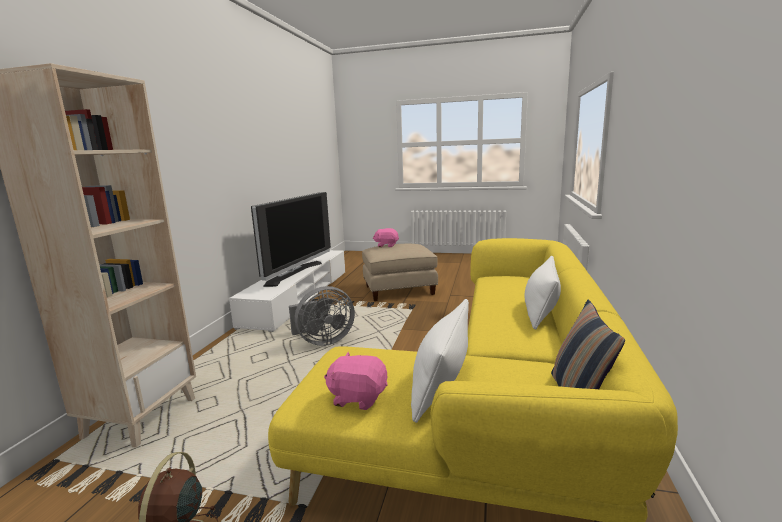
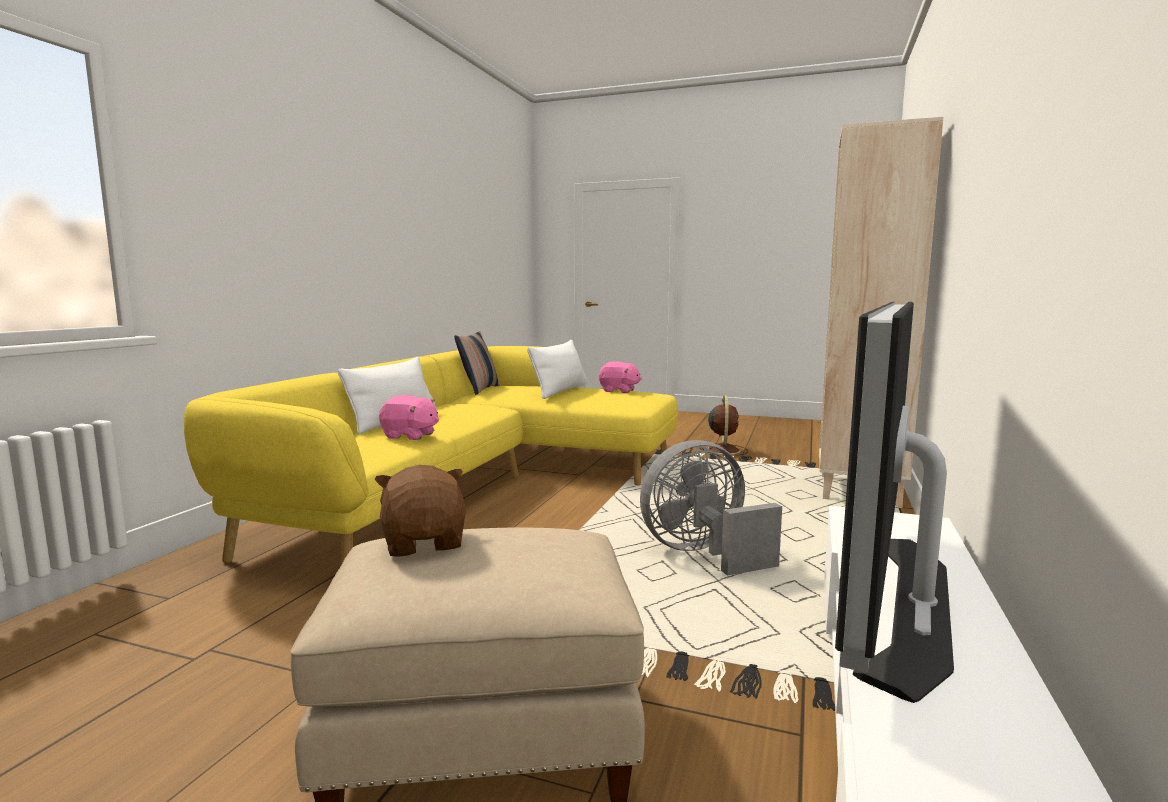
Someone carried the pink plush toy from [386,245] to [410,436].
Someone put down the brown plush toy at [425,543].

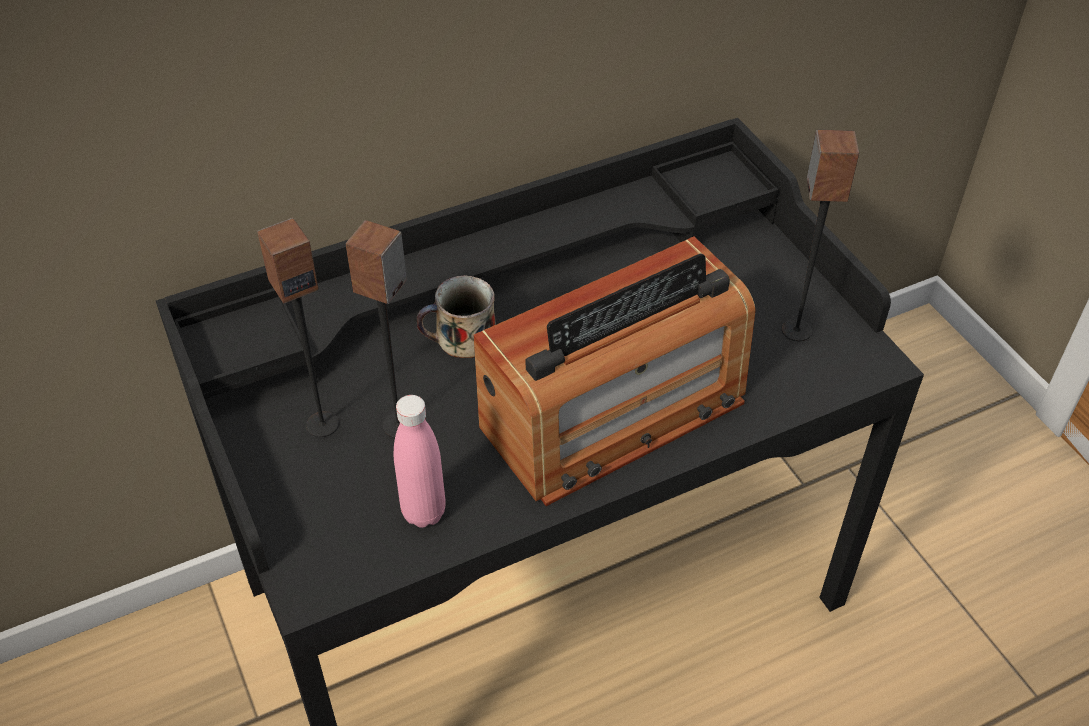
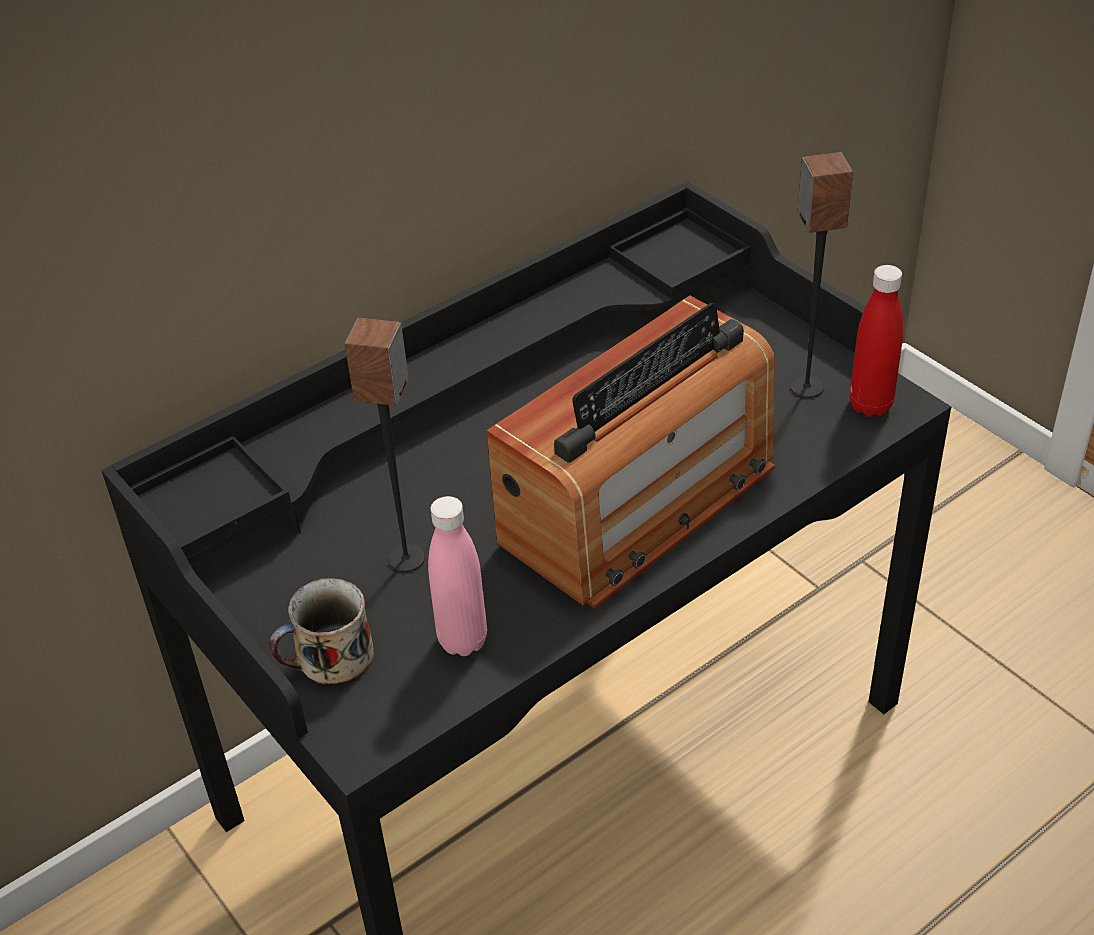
Someone took away the speaker at [322,424].
Someone carried the mug from [462,338] to [331,658].
Someone put down the red bottle at [870,405].

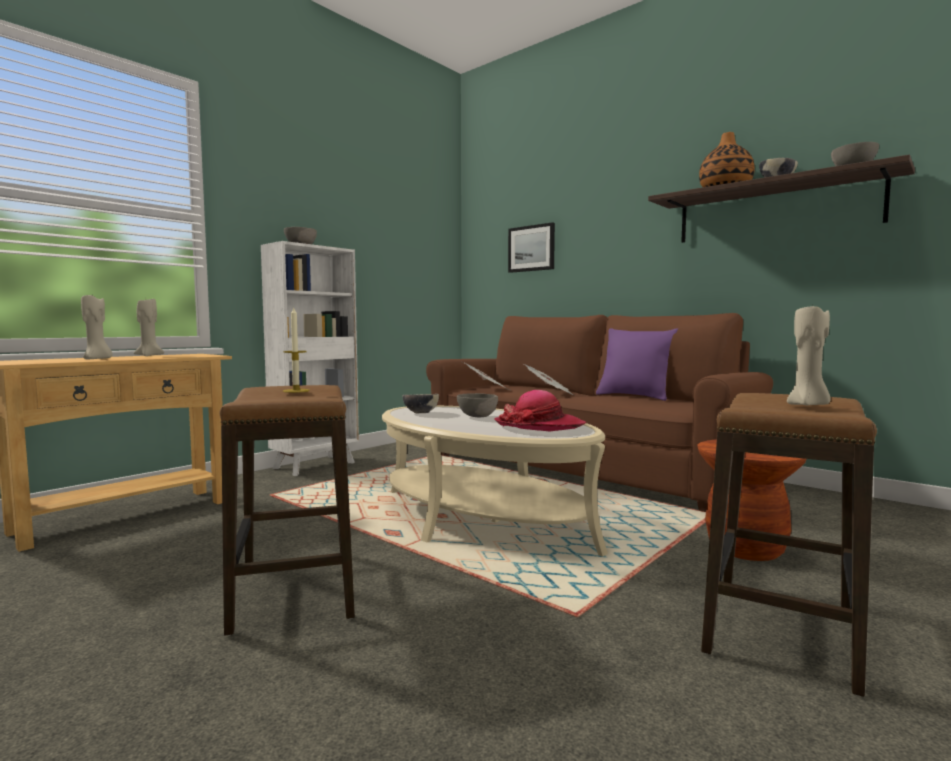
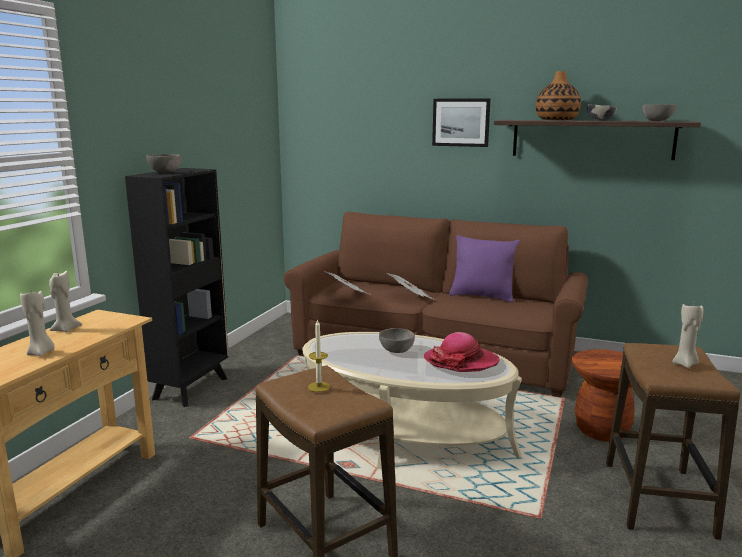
Someone repainted the white bookcase at [316,465], which became the black bookcase at [192,388].
Someone took away the bowl at [420,413].
Someone carried the picture from [531,248] to [461,122].

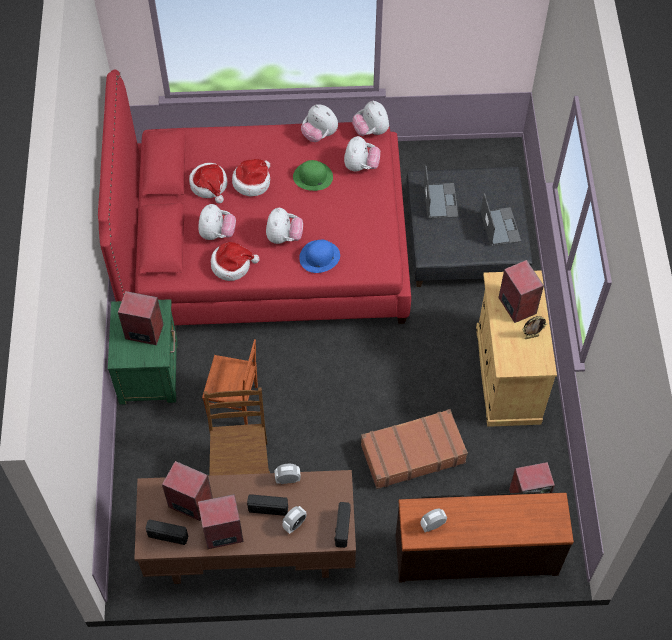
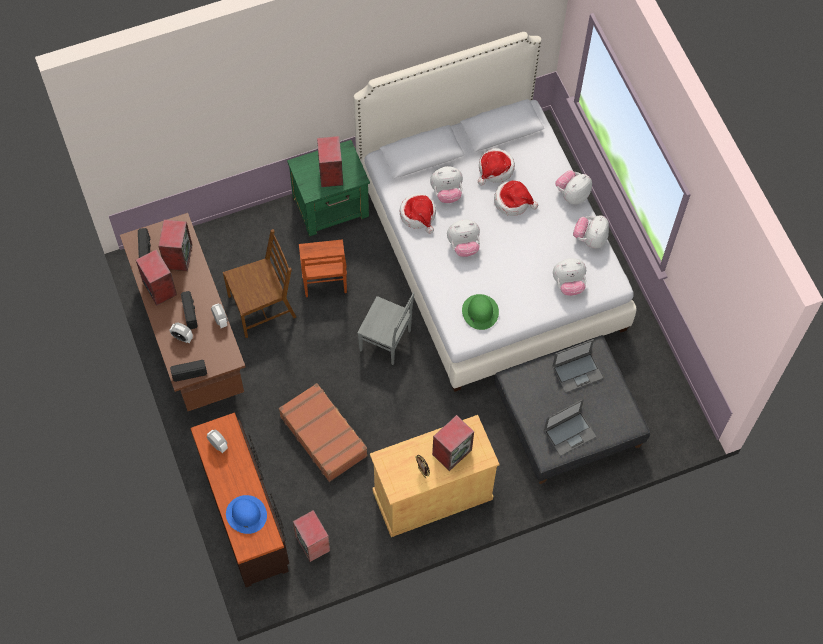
Someone repainted the red bed at [264,248], which became the white bed at [489,251].
Someone carried the green hat from [312,176] to [480,311].
Someone carried the blue hat from [319,257] to [246,514].
Someone carried the plush toy from [371,131] to [572,194].
Someone put down the grey chair at [385,341].

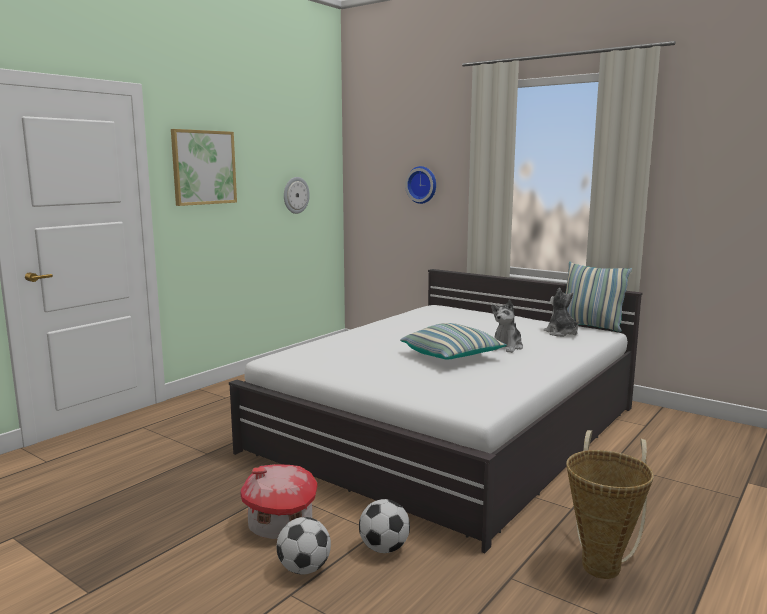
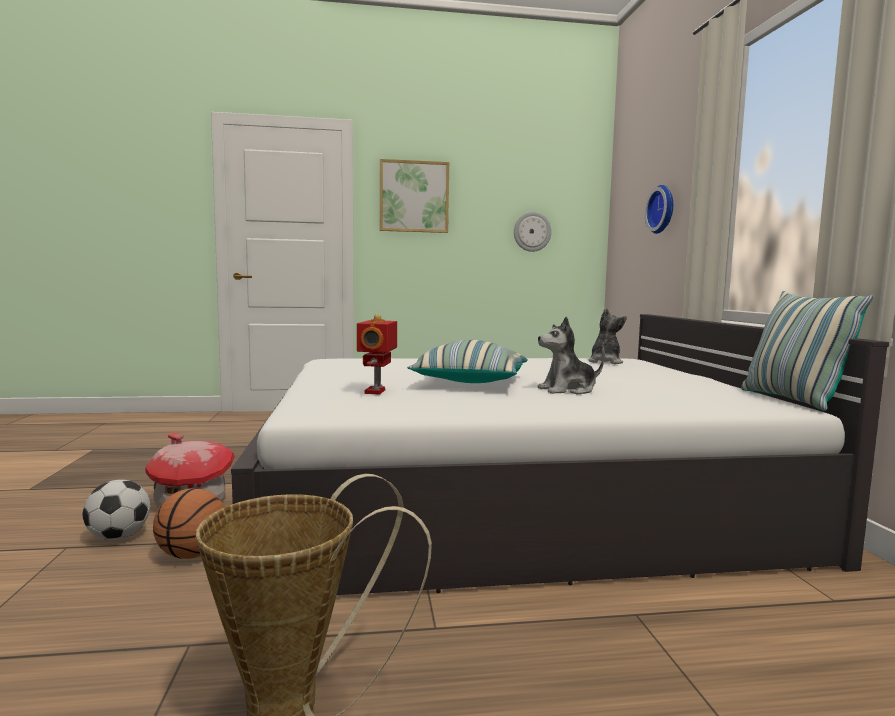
Someone swapped the football at [384,548] for the basketball at [192,554].
Someone carried the plush toy from [561,333] to [605,362].
Someone put down the toy robot at [377,391].

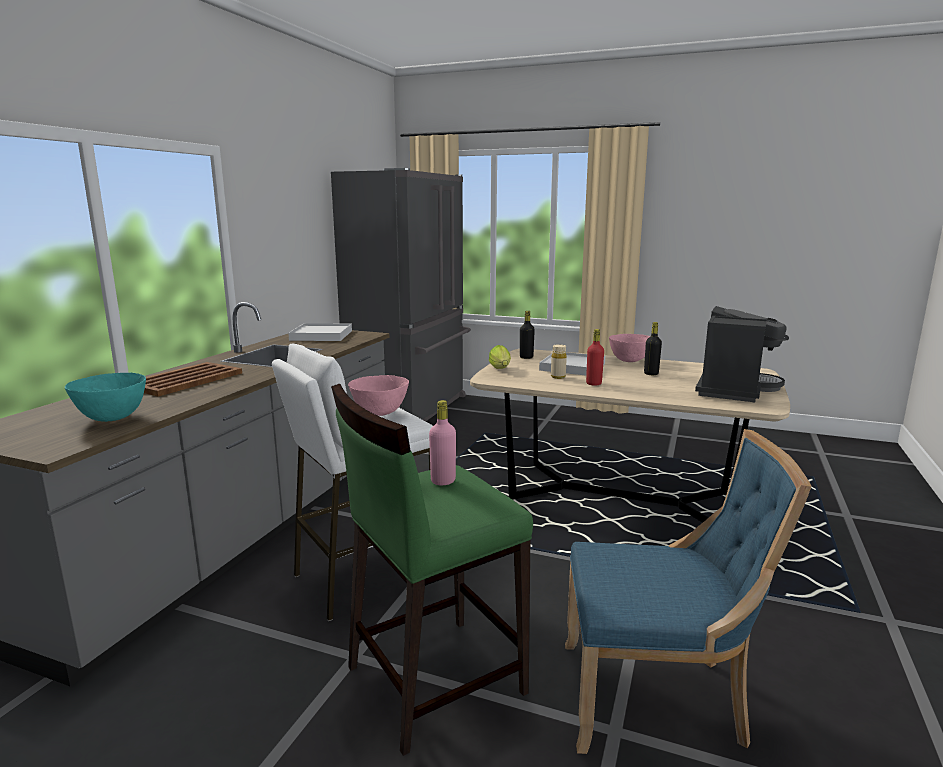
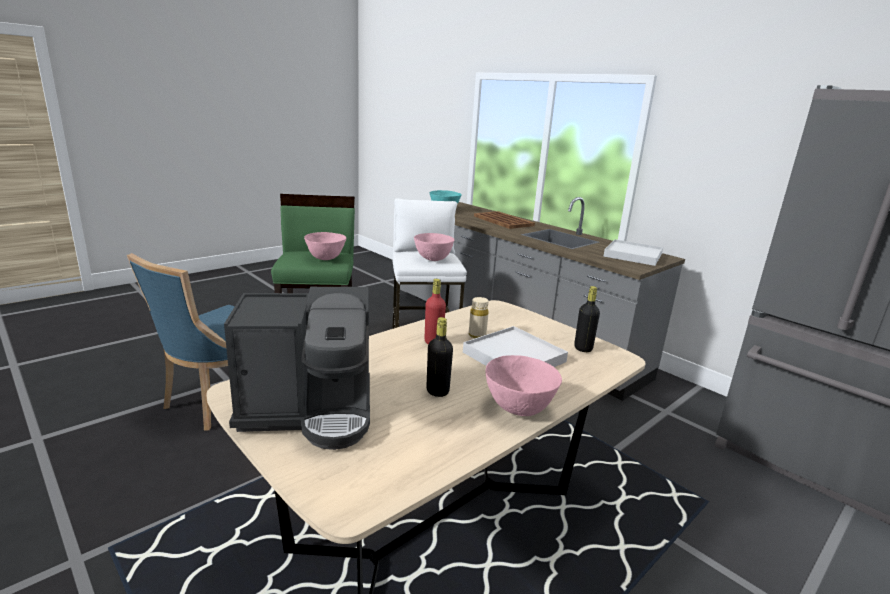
Someone swapped the pink bottle at [443,481] for the pink bowl at [325,258].
Someone took away the lettuce at [501,369].
Someone rotated the coffee machine at [733,389] by 60 degrees counterclockwise.

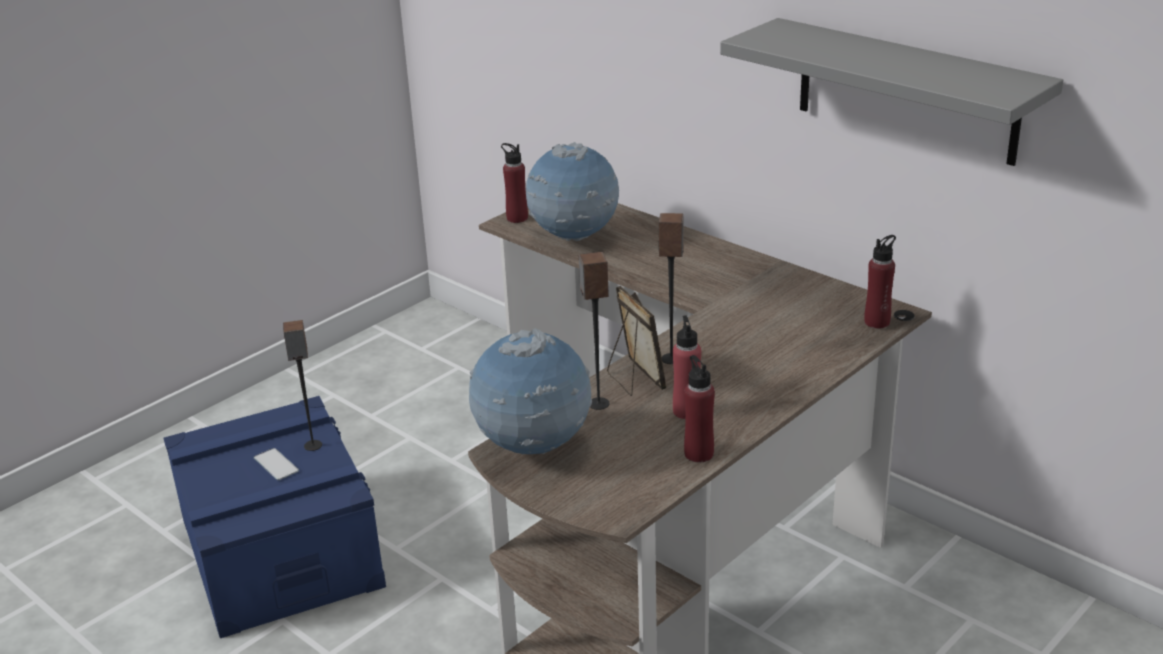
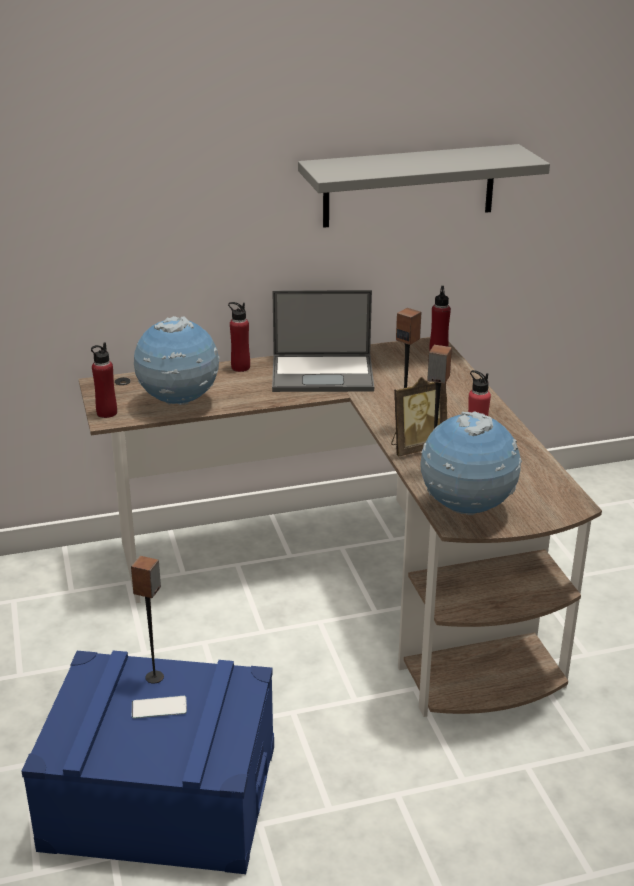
Someone rotated the picture frame at [634,380] by 150 degrees clockwise.
Someone carried the red bottle from [698,453] to [240,367].
Someone put down the laptop at [324,373].

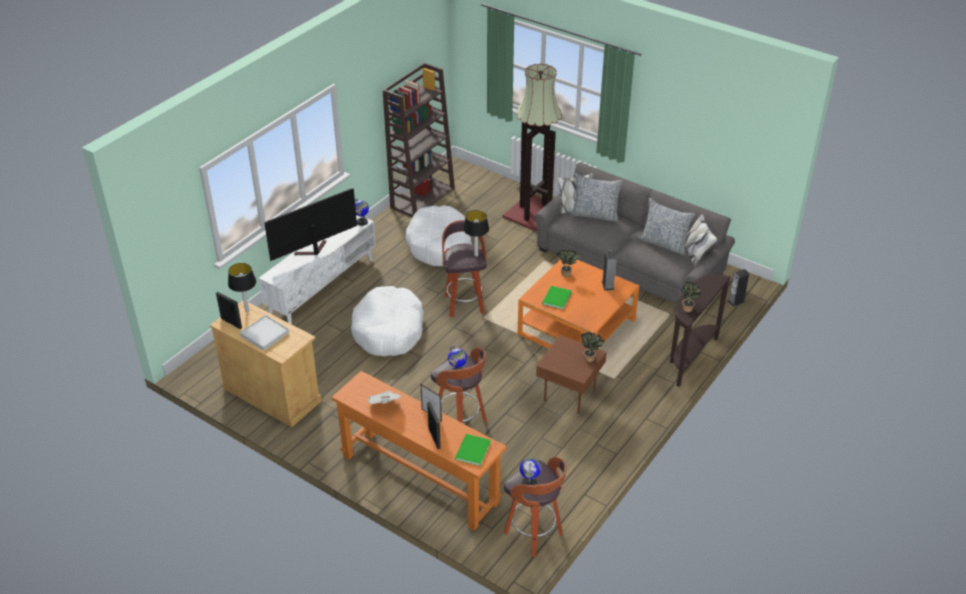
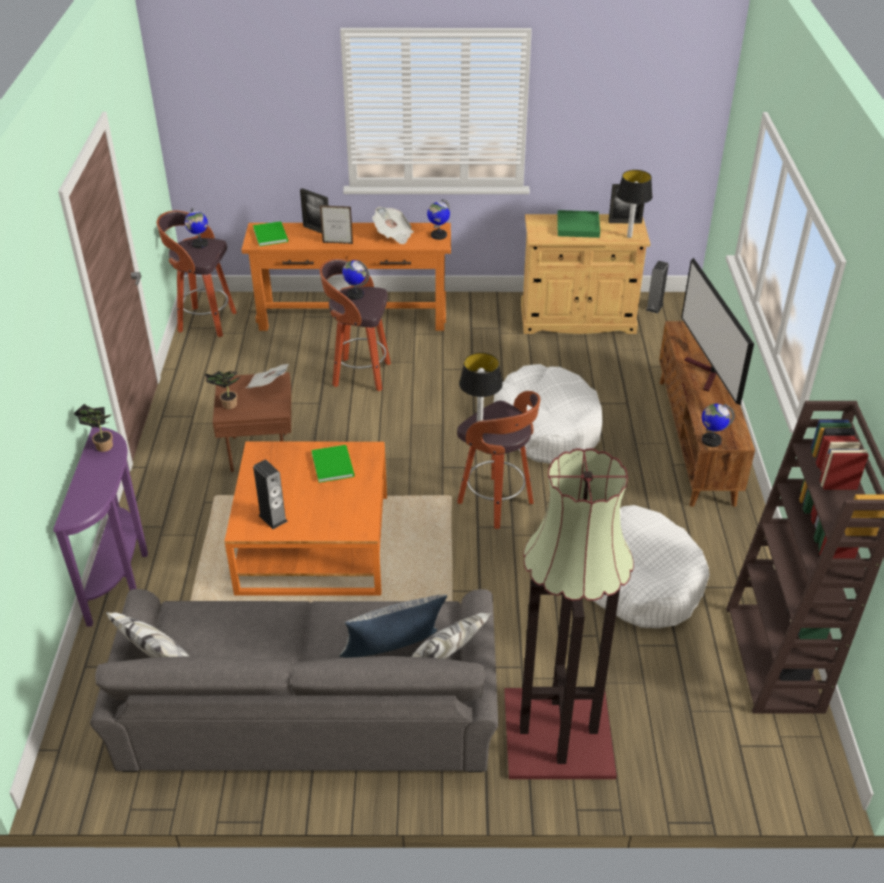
Someone repainted the white tray at [265,334], which became the green tray at [578,226].
Someone repainted the white tv stand at [322,286], which became the brown tv stand at [696,440].
Someone rotated the television at [312,251] by 150 degrees clockwise.
Someone took away the potted plant at [567,273].
Someone took away the pillow at [664,244].
Someone repainted the brown console table at [688,358], which became the purple console table at [122,572].
Someone carried the speaker from [736,301] to [654,307].
Someone put down the newspaper at [268,386].
Someone put down the globe at [438,235].

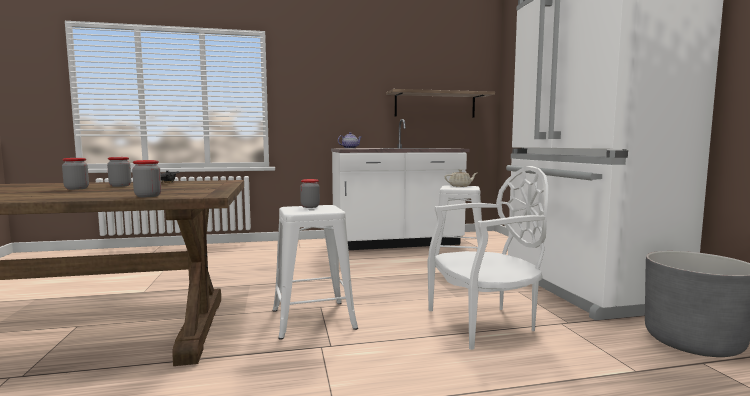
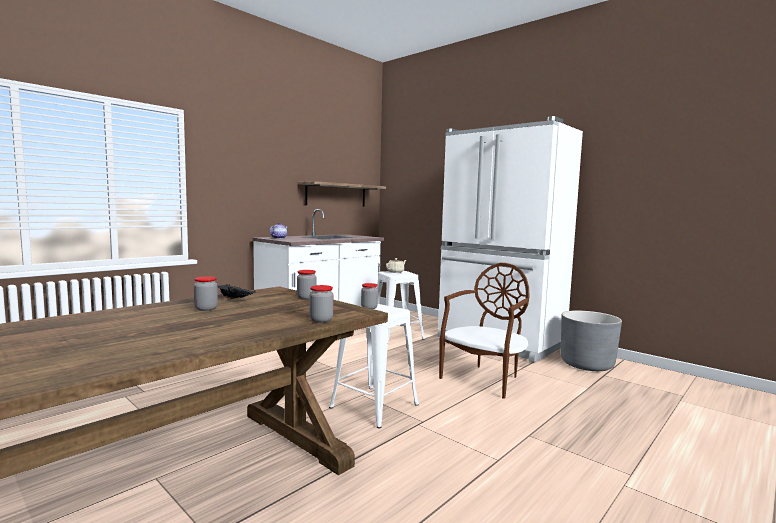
Someone carried the jar from [76,188] to [306,298].
Someone repainted the white chair at [485,323], which became the brown chair at [485,379].

